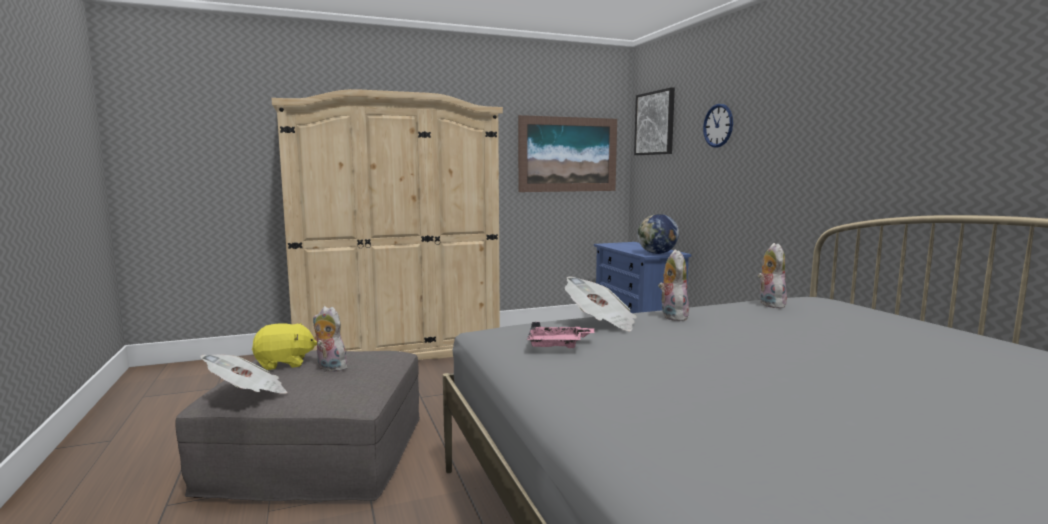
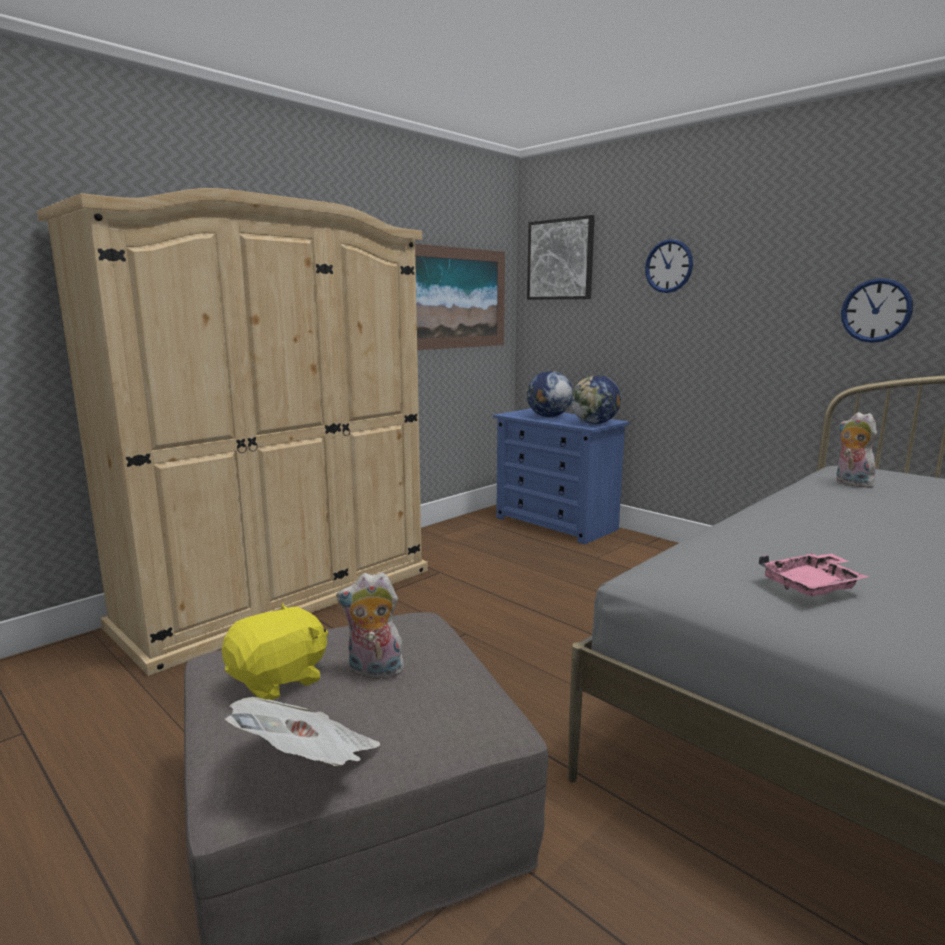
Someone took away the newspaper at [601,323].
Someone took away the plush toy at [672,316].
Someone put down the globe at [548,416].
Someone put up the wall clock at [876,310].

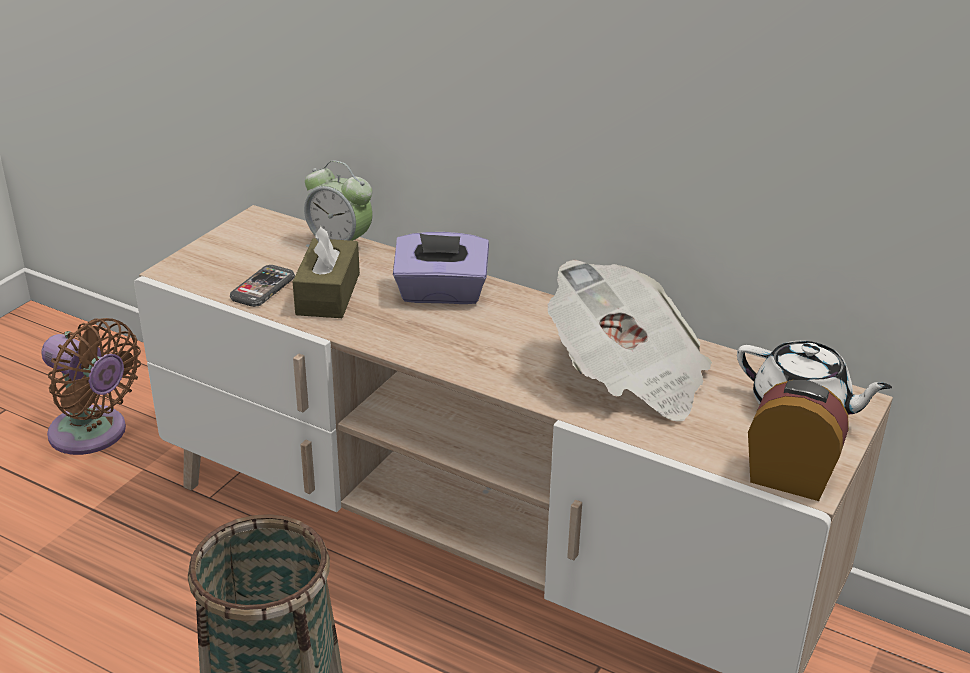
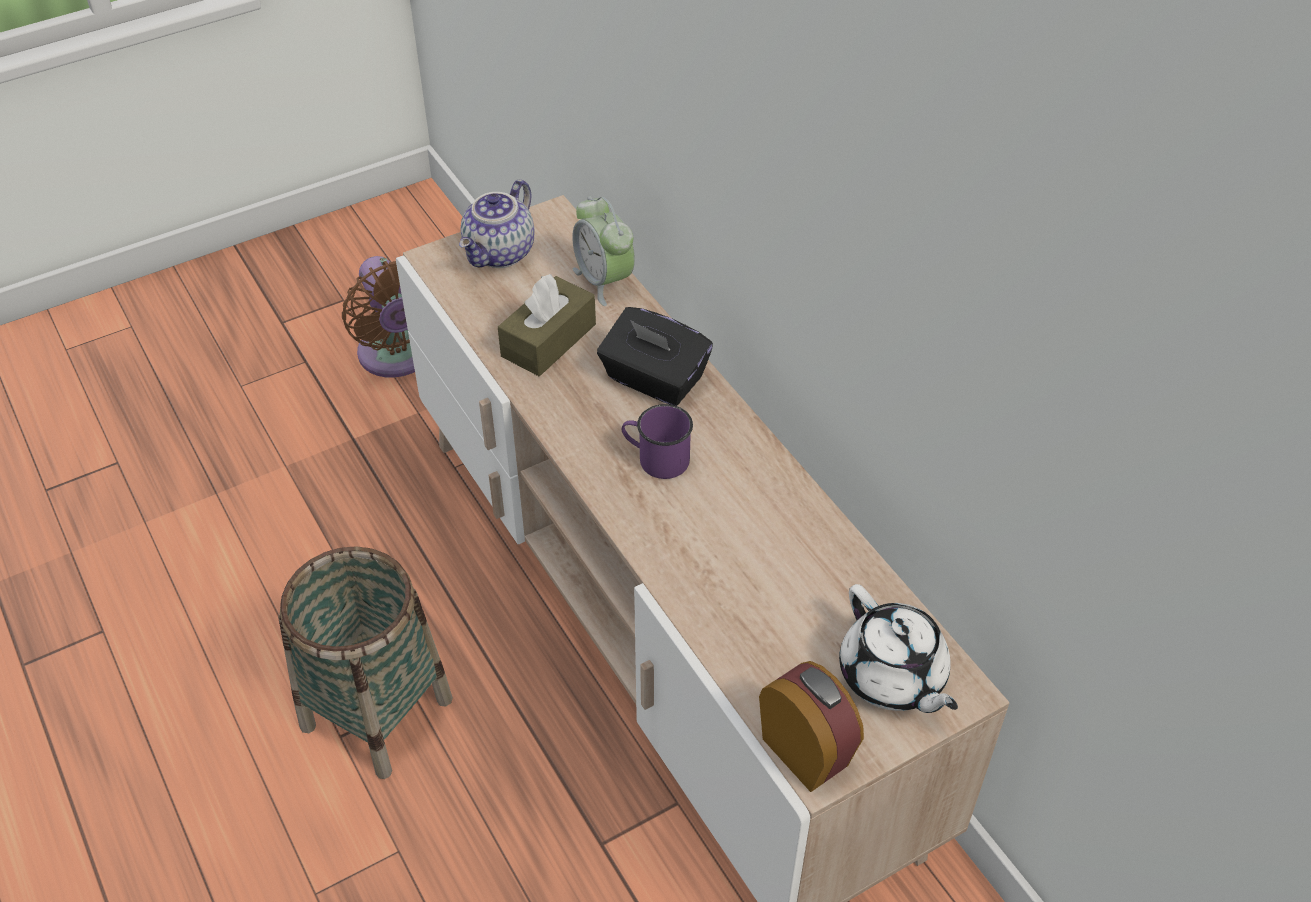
Someone took away the phone at [263,288].
Someone repainted the purple tissue box at [441,293], which became the black tissue box at [654,380].
Someone took away the newspaper at [628,376].
Someone put down the teapot at [501,254].
Someone put down the purple mug at [656,458].

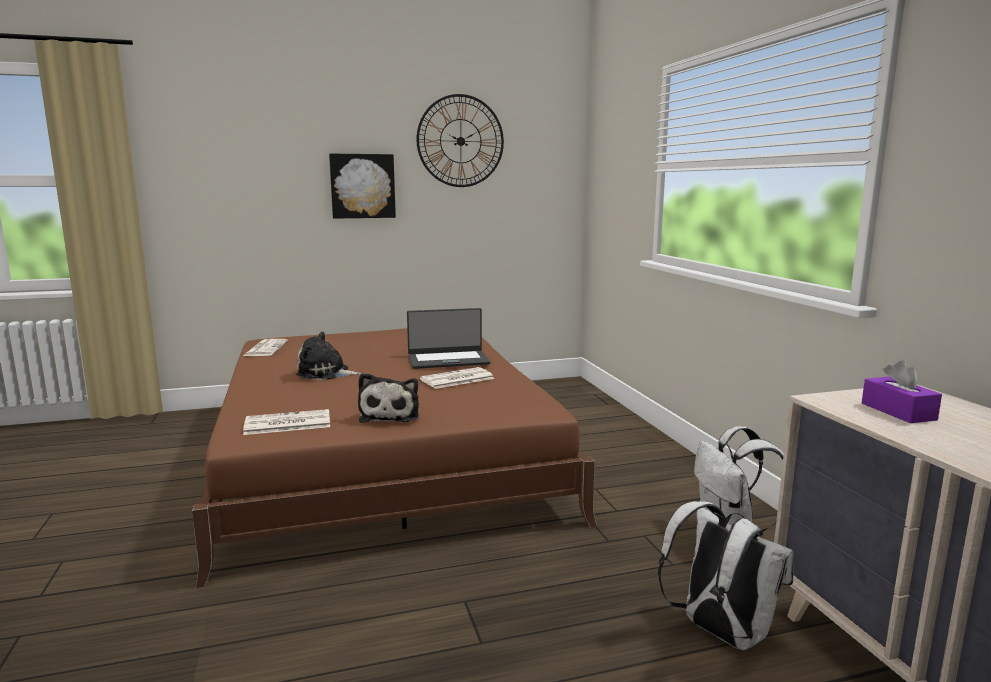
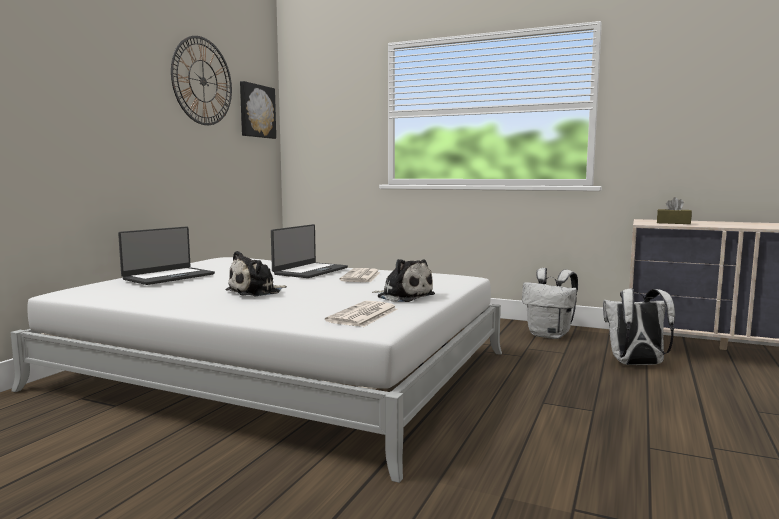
Someone repainted the brown bed at [381,454], which became the white bed at [280,370].
Someone took away the newspaper at [265,348].
Someone carried the picture from [362,186] to [256,111].
Someone repainted the purple tissue box at [898,411], which became the brown tissue box at [673,223].
Someone put down the laptop at [168,276].

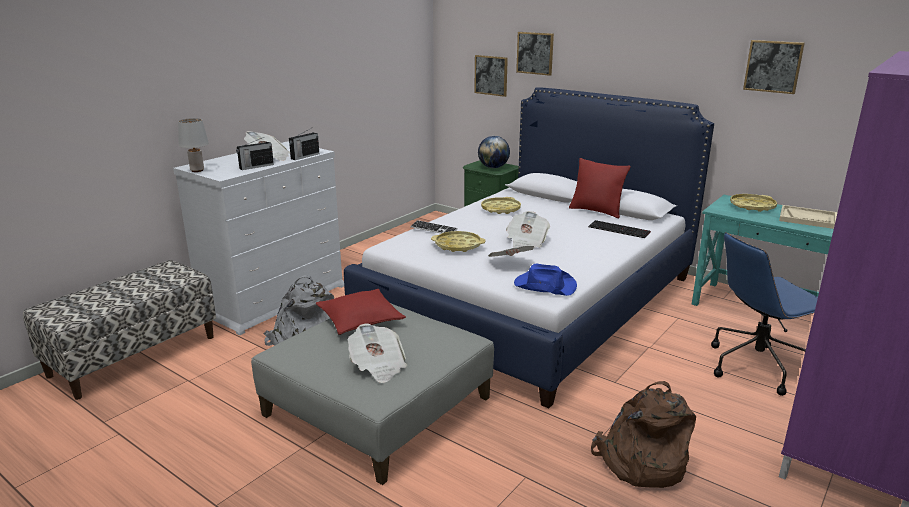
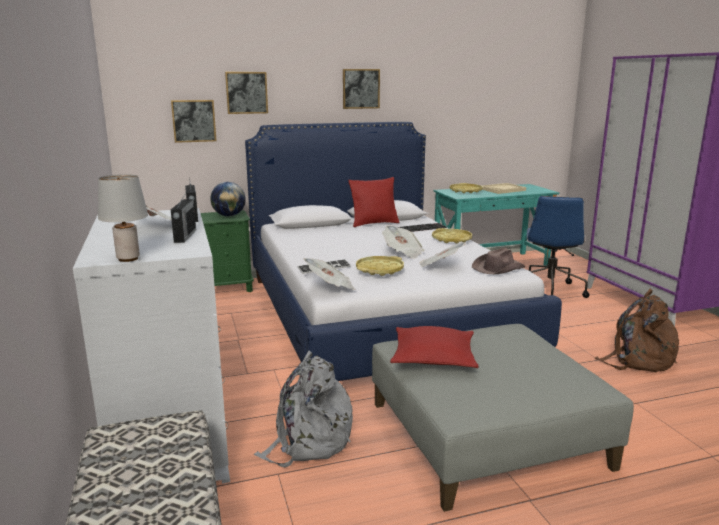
Someone carried the newspaper from [378,366] to [330,287].
Someone carried the yellow tray from [500,209] to [451,239].
Someone repainted the blue hat at [544,285], which became the brown hat at [498,268].
Someone carried the picture from [773,66] to [361,88].

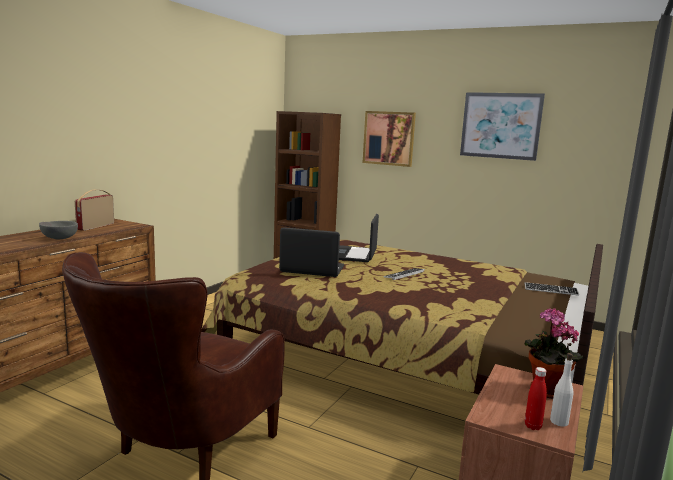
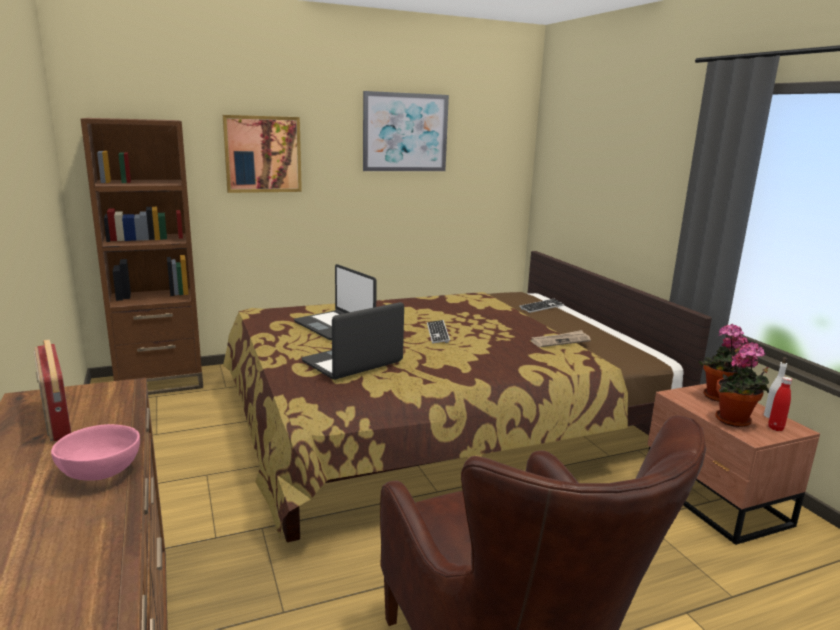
Someone repainted the grey bowl at [59,238], which became the pink bowl at [98,474].
Someone put down the newspaper at [560,341].
Someone put down the potted plant at [735,422].

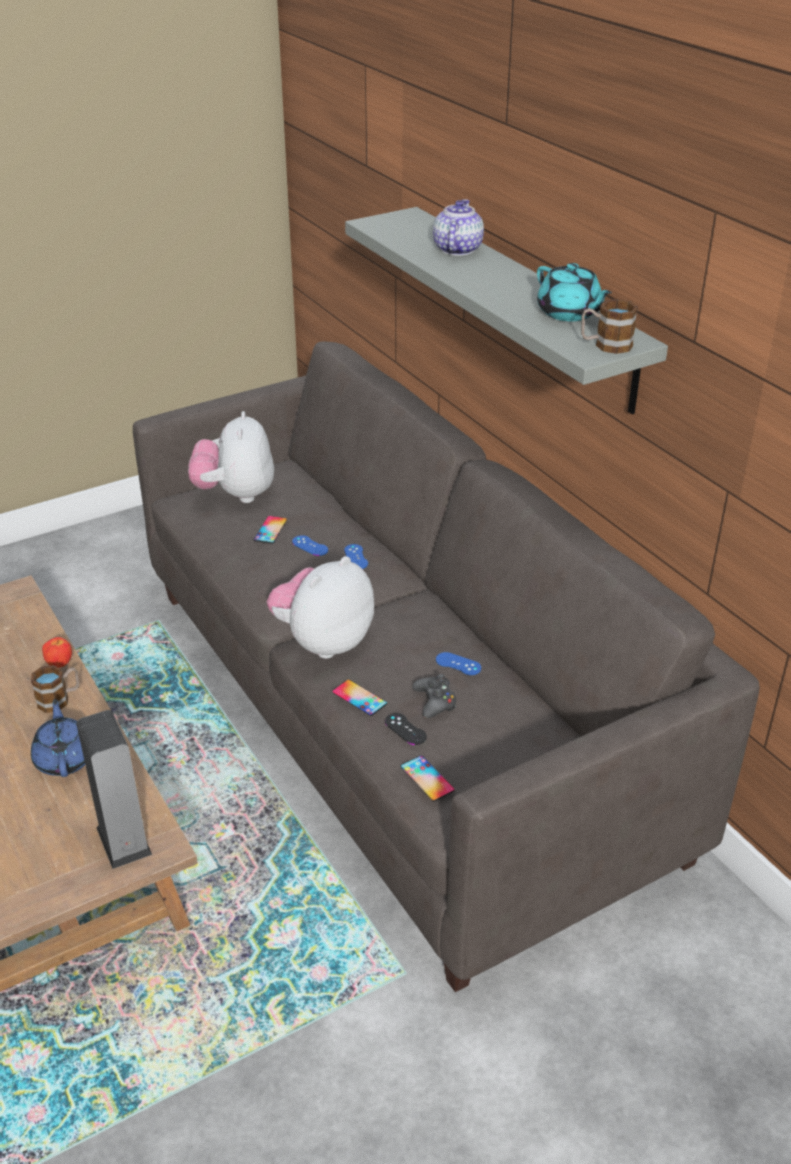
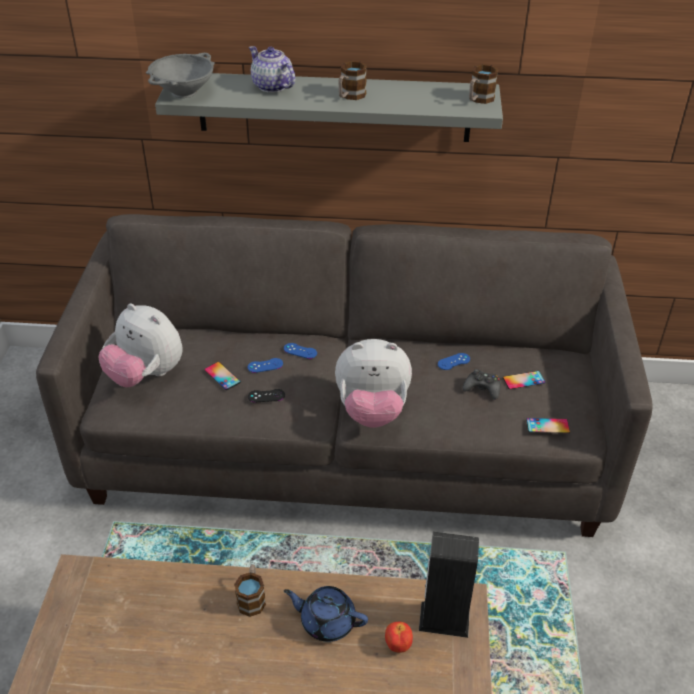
Someone carried the apple from [60,664] to [397,645].
Someone rotated the plush toy at [323,642] by 75 degrees counterclockwise.
Someone carried the phone from [359,698] to [523,380].
Someone carried the black game controller from [405,729] to [266,396].
Someone took away the turquoise teapot at [569,313].
Someone put down the grey bowl at [183,92].
Someone put down the mug at [350,96].

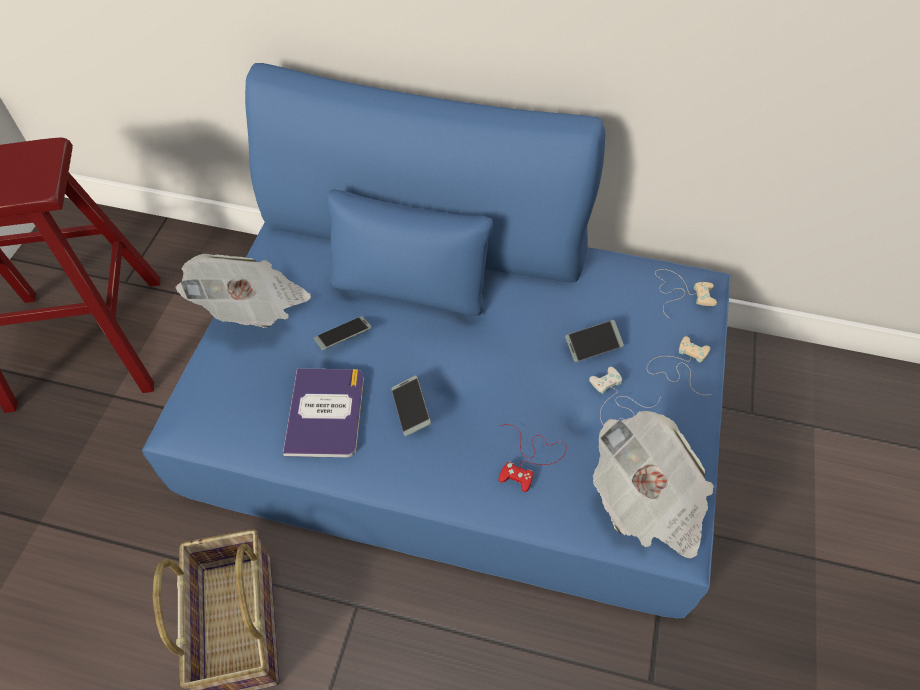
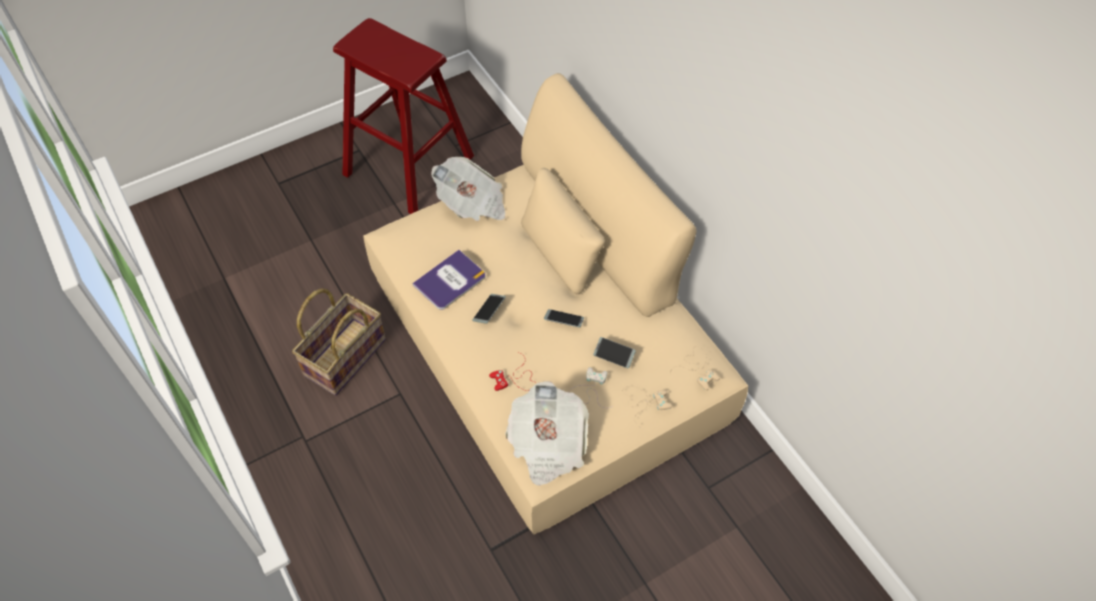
Someone repainted the blue sofa at [460,410], which became the beige sofa at [547,347].
Someone carried the phone from [343,336] to [564,320].

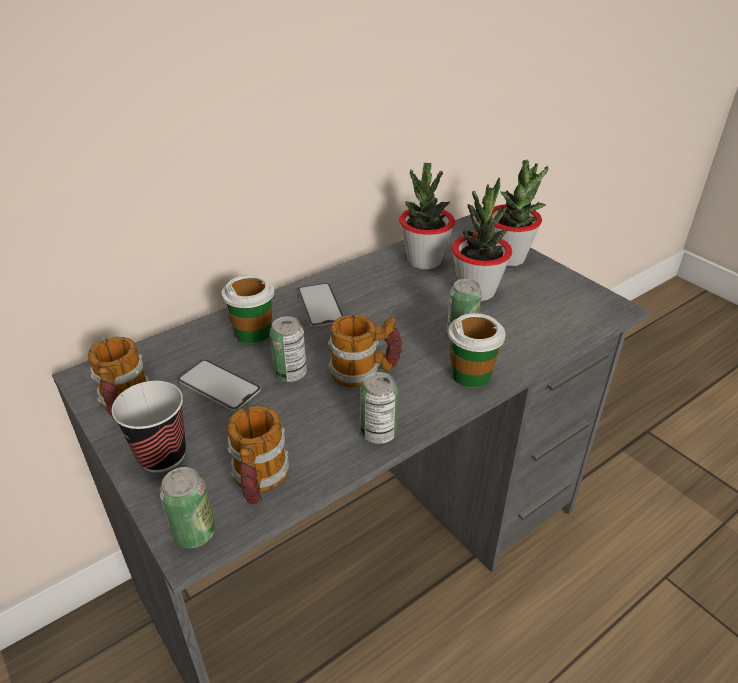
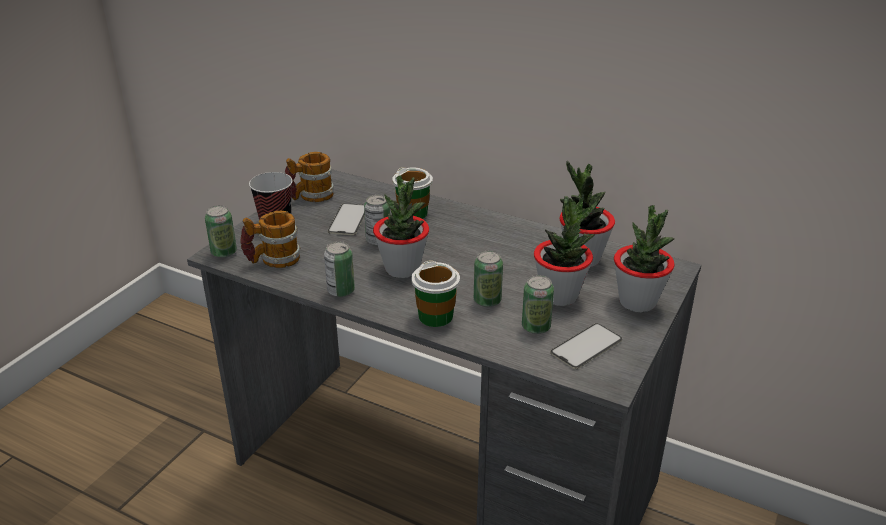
Someone carried the phone from [320,305] to [586,346].
Someone swapped the mug at [364,372] for the potted plant at [402,269].
Someone put down the can at [536,327].

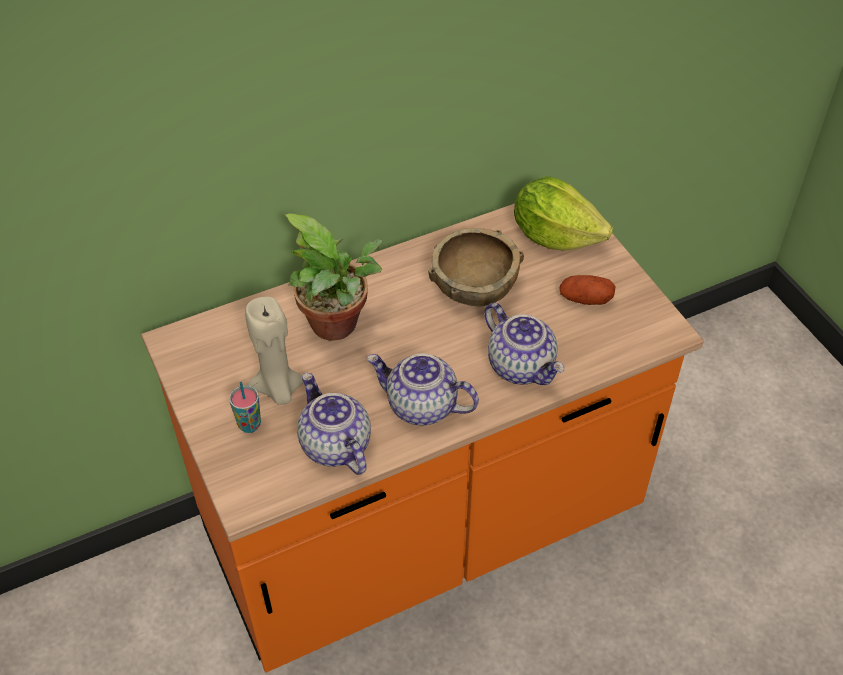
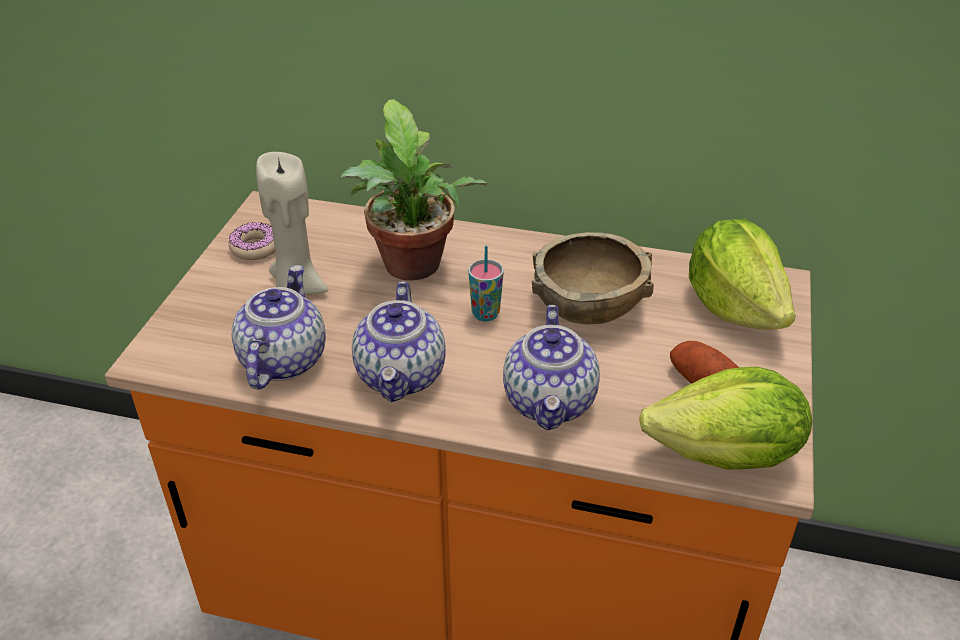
Someone carried the cup from [249,425] to [485,314].
Someone rotated the teapot at [421,406] by 150 degrees counterclockwise.
Someone put down the donut at [255,248].
Someone put down the lettuce at [726,456].

